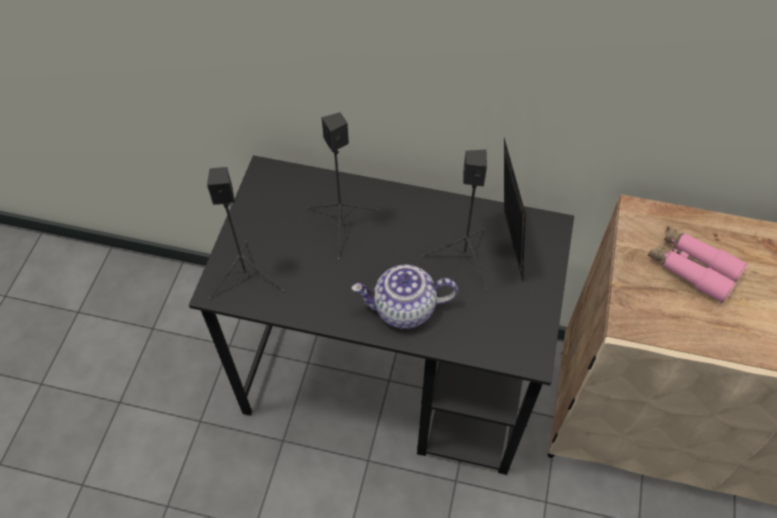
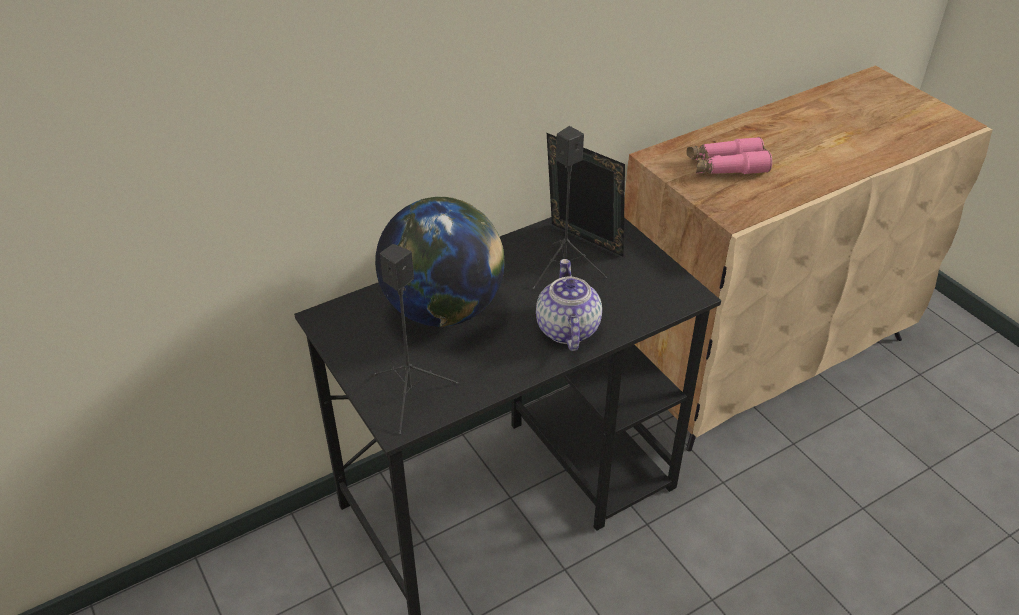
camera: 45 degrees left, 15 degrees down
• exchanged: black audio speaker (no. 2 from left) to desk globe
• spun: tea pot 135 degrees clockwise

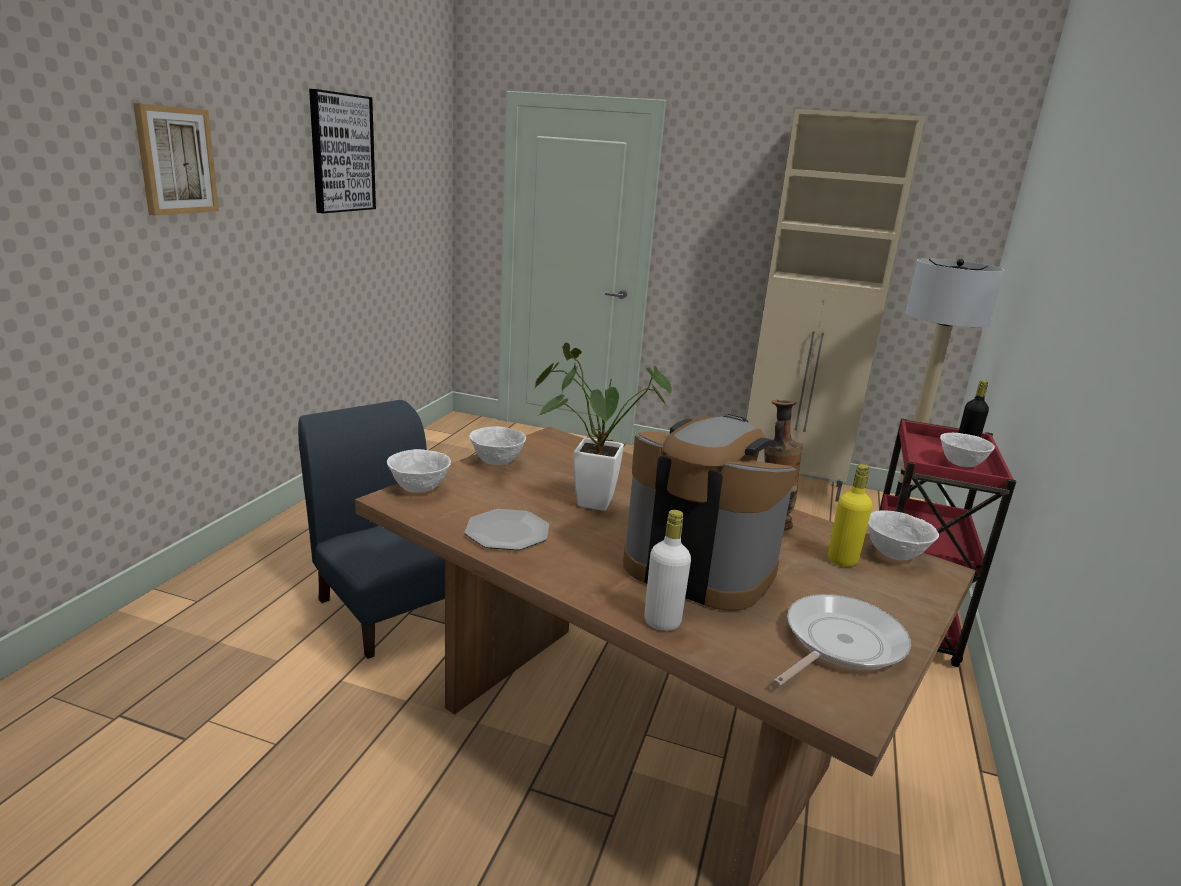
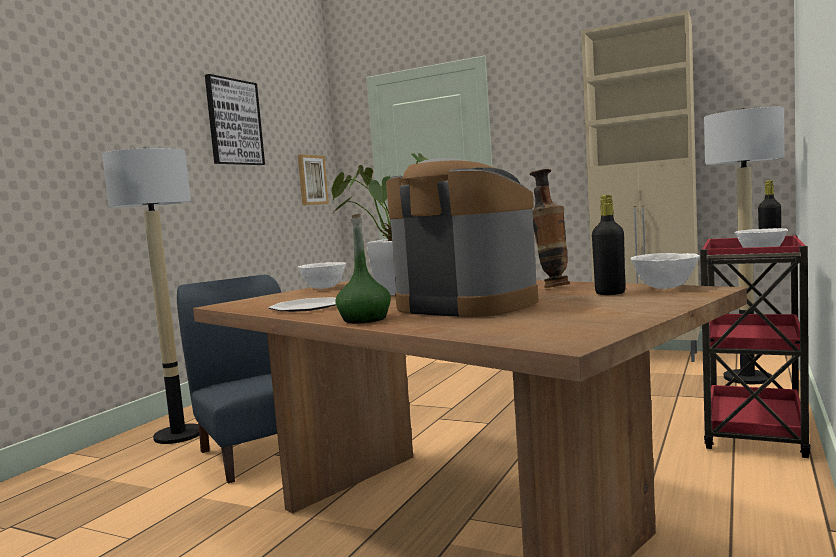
camera: 10 degrees right, 15 degrees down
• relocated: wall art (no. 1 from left in the first image) to wall art (no. 2 from left)
• missing: white bowl (no. 1 from left)
• colour: yellowish drink bottle to black drink bottle (no. 1 from left)
• missing: white drink bottle
• missing: pan
• appeared: standing lamp (no. 1 from left)
• appeared: green drink bottle

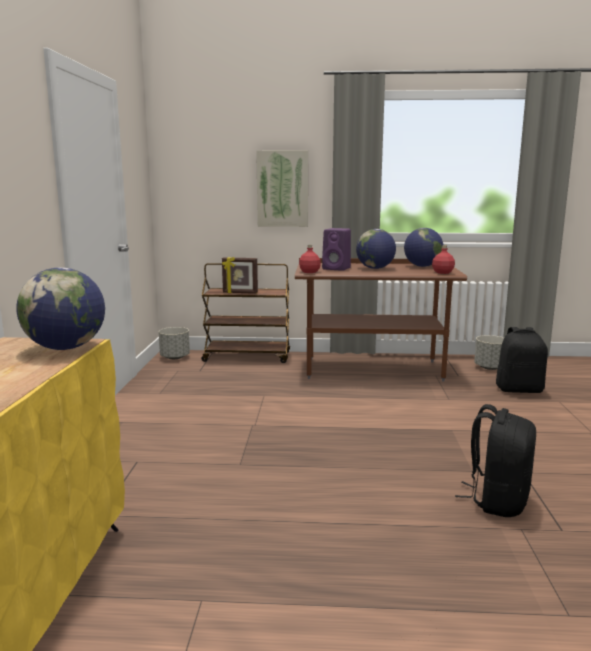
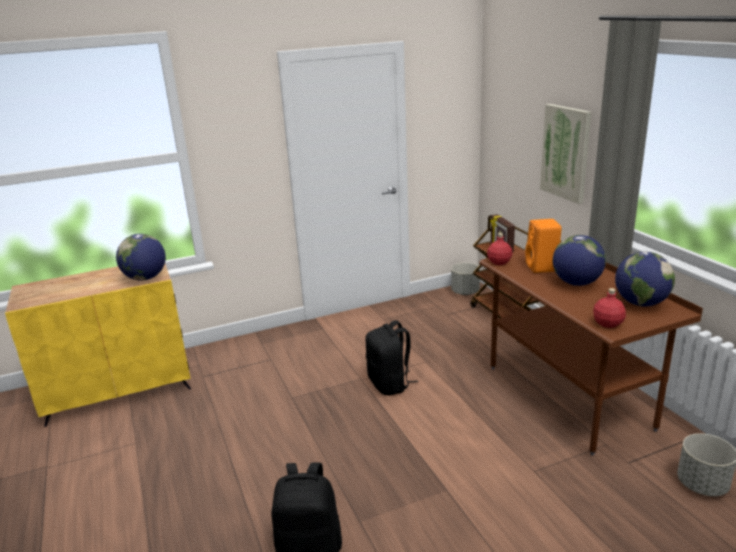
camera: 65 degrees right, 10 degrees up
• colour: purplish audio speaker to orange-coloured audio speaker
• relocated: black backpack (no. 2 from left)

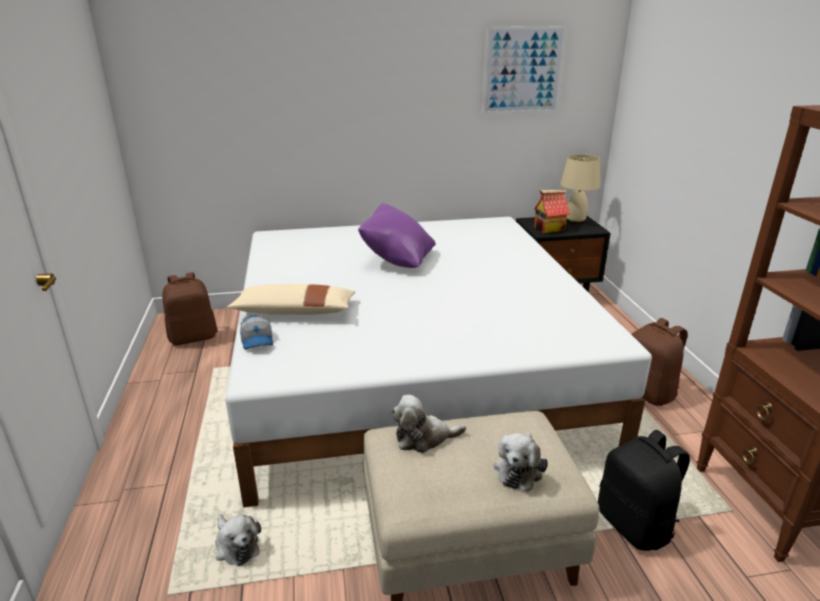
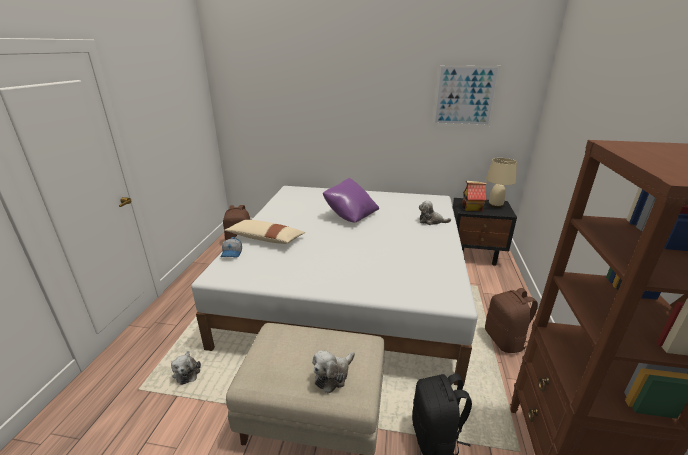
camera: 20 degrees right, 0 degrees up
• relocated: soft toy (no. 2 from left in the first image) to soft toy (no. 3 from left)

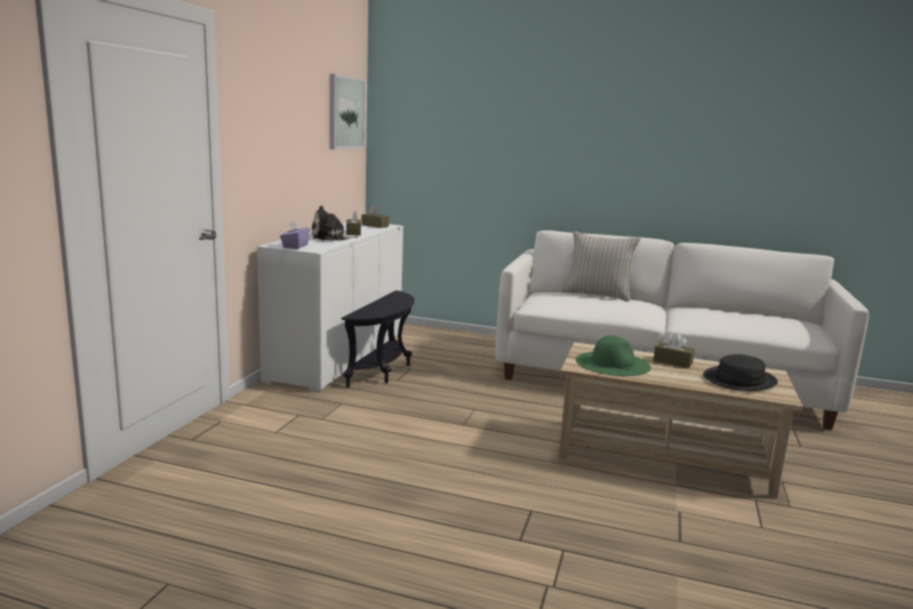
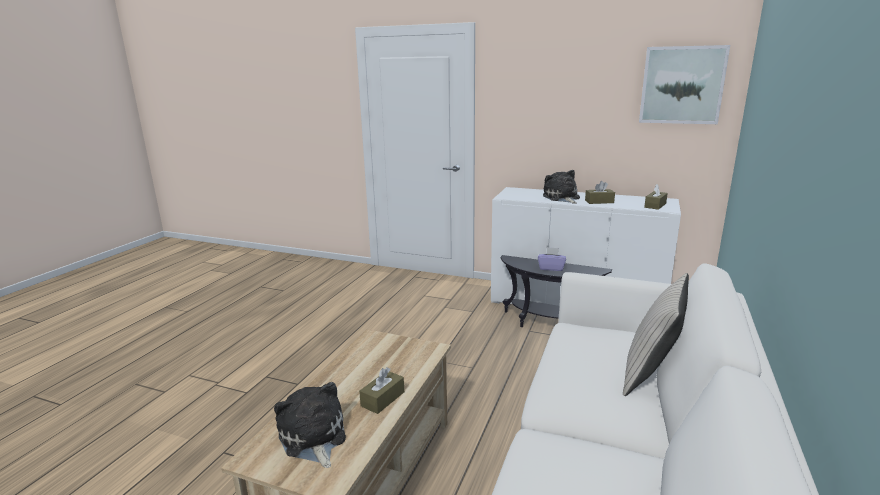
camera: 95 degrees right, 5 degrees up
• relocated: purplish box of tissues
• missing: green wearable hat
• exchanged: black wearable hat to soft toy (no. 1 from left)

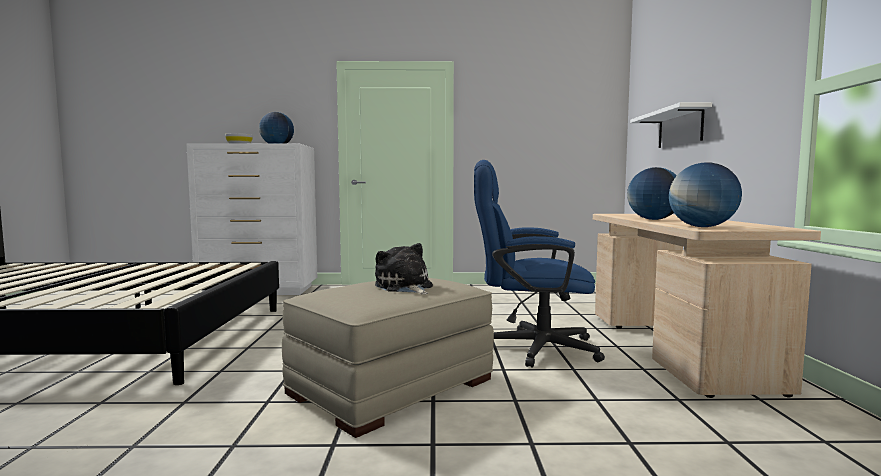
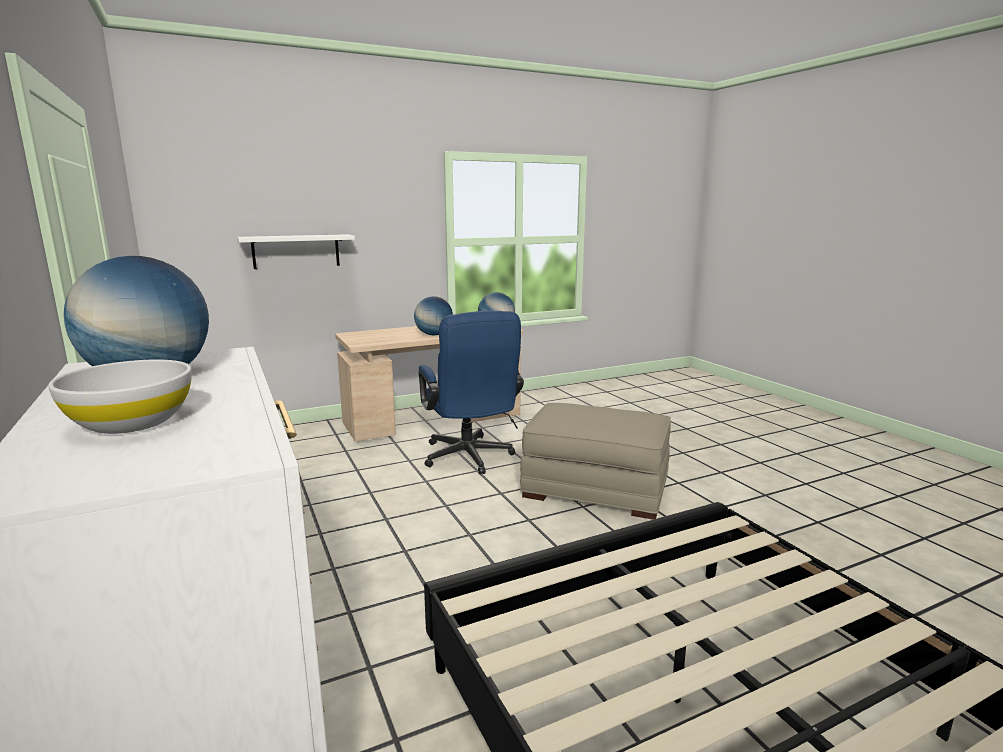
camera: 115 degrees left, 10 degrees up
• missing: soft toy

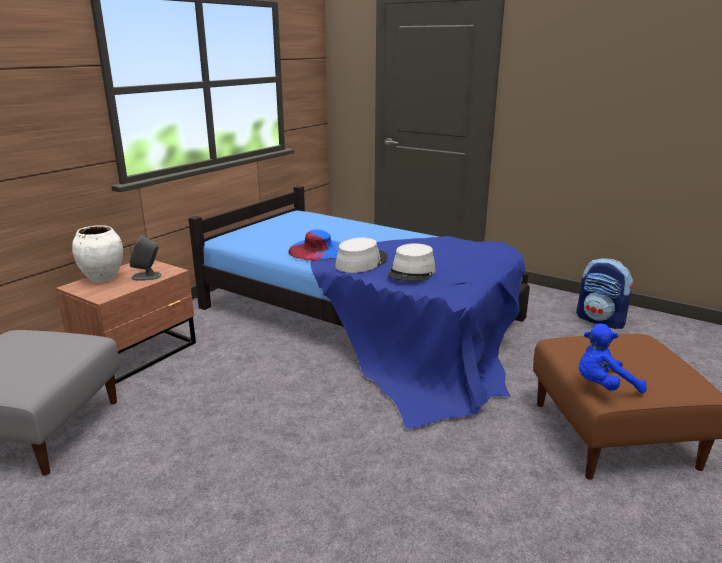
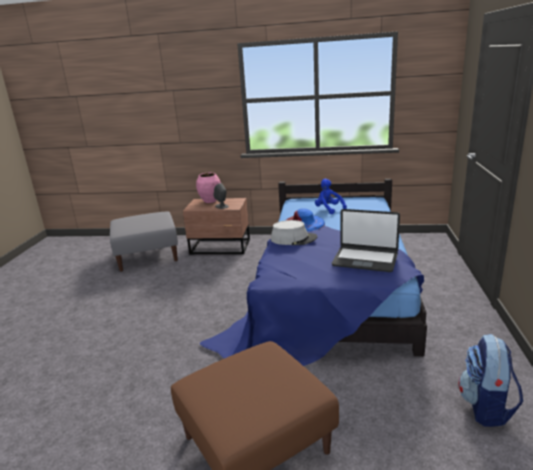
camera: 65 degrees right, 0 degrees up
• colour: white decorative vase to pink decorative vase
• missing: gray wearable hat (no. 2 from left)
• relocated: blue-coloured soft toy
• appeared: laptop

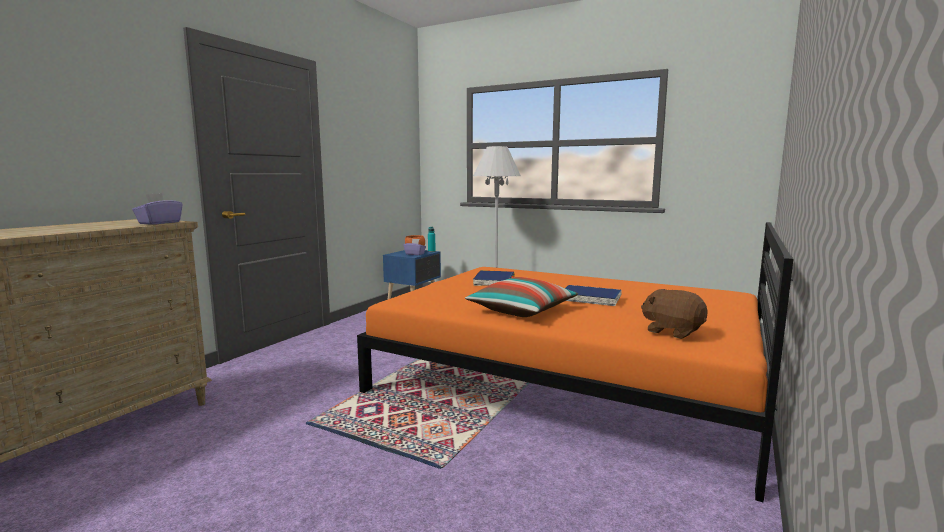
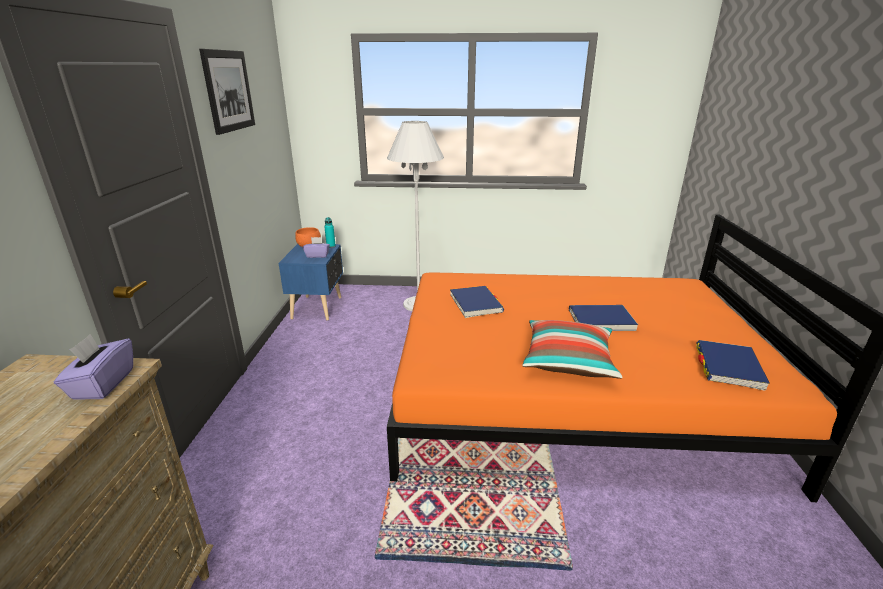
camera: 25 degrees left, 15 degrees up
• exchanged: brown-coloured soft toy to blue-coloured book (no. 3 from left)
• appeared: wall art

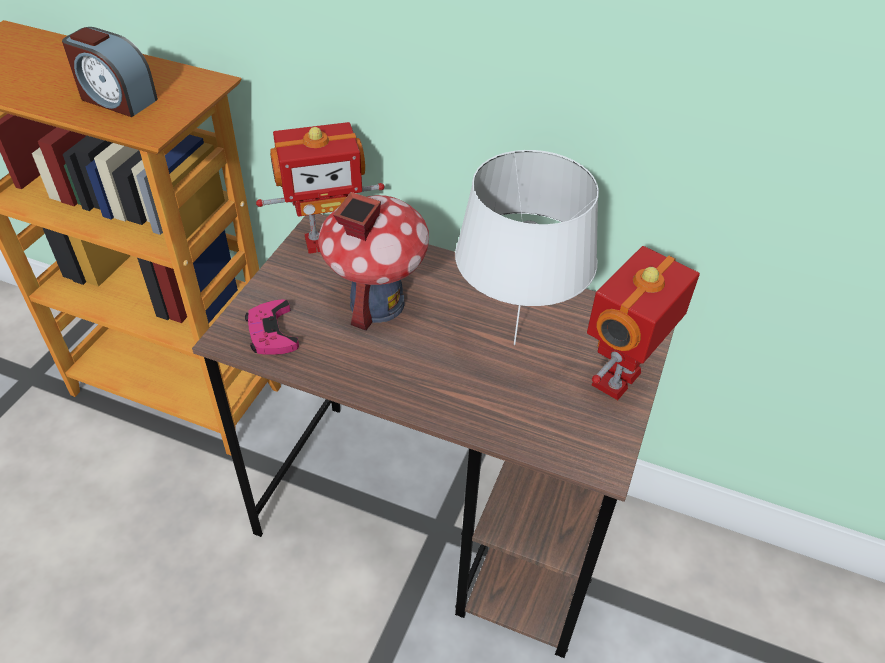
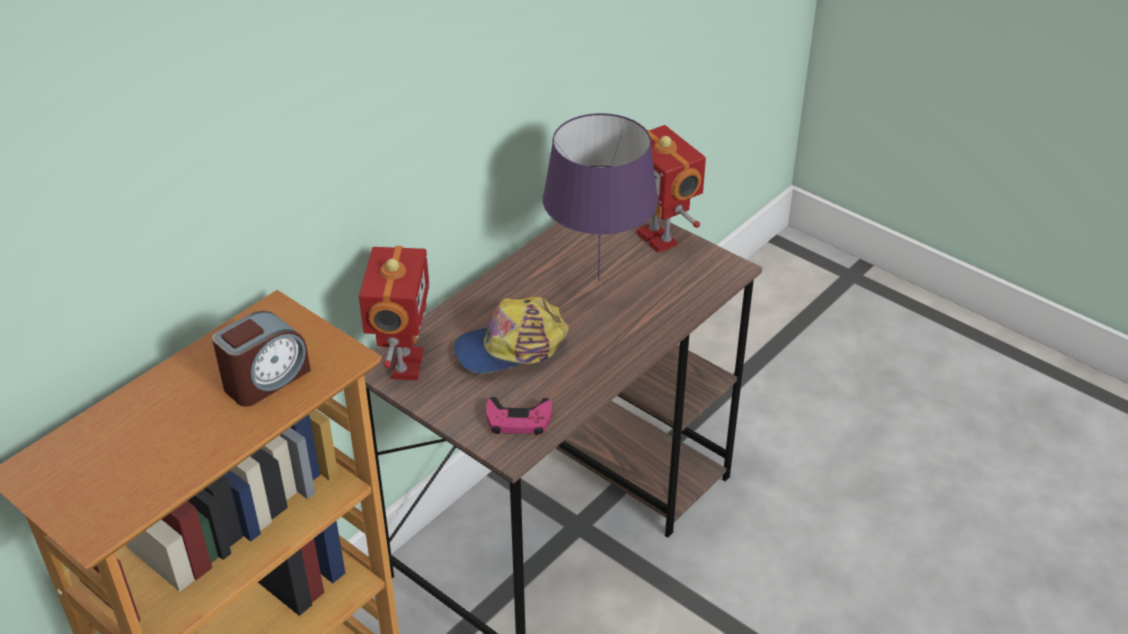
camera: 70 degrees left, 5 degrees down
• colour: white lamp for a table to purplish lamp for a table
• exchanged: miniature house to baseball cap

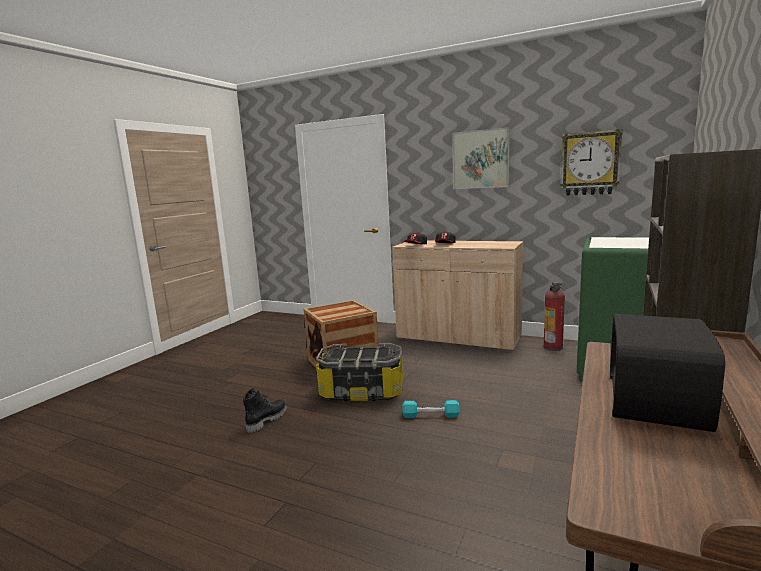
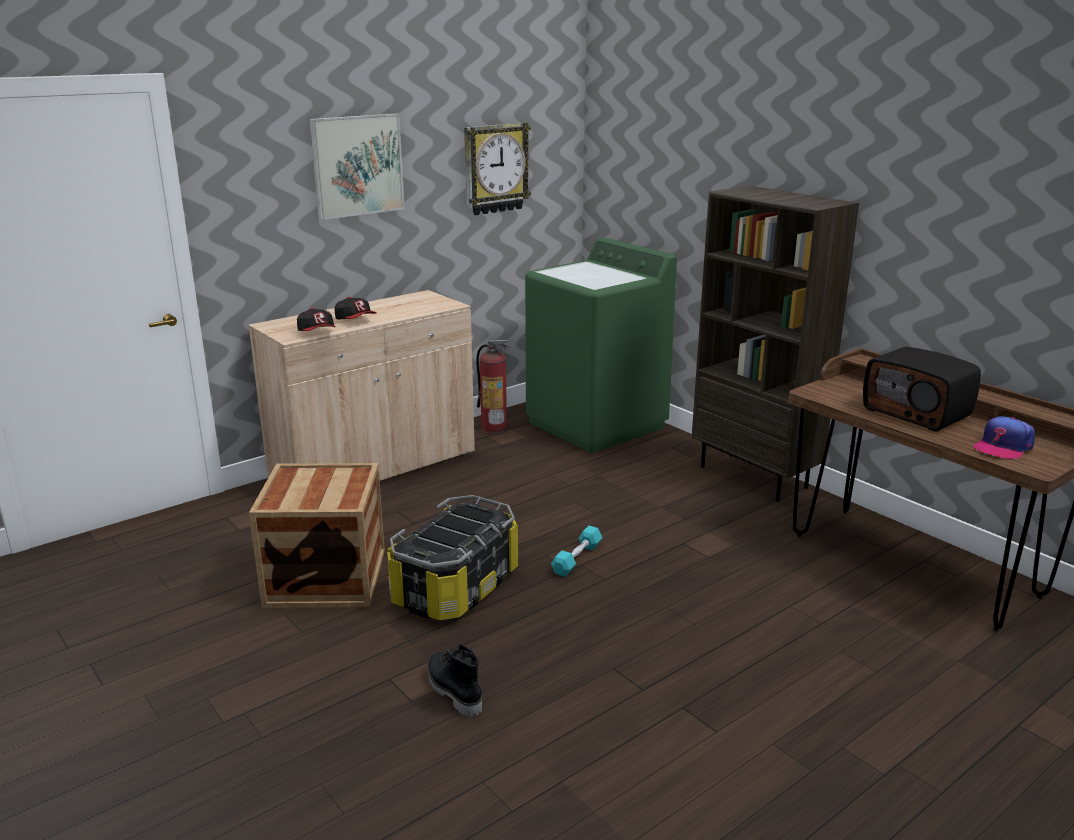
camera: 65 degrees left, 10 degrees up
• appeared: baseball cap (no. 3 from left)

